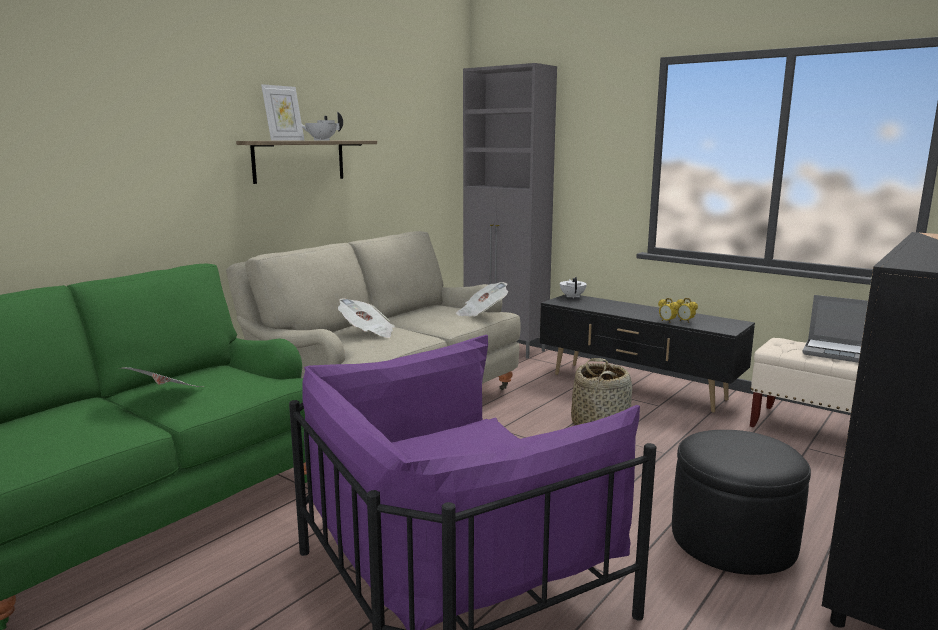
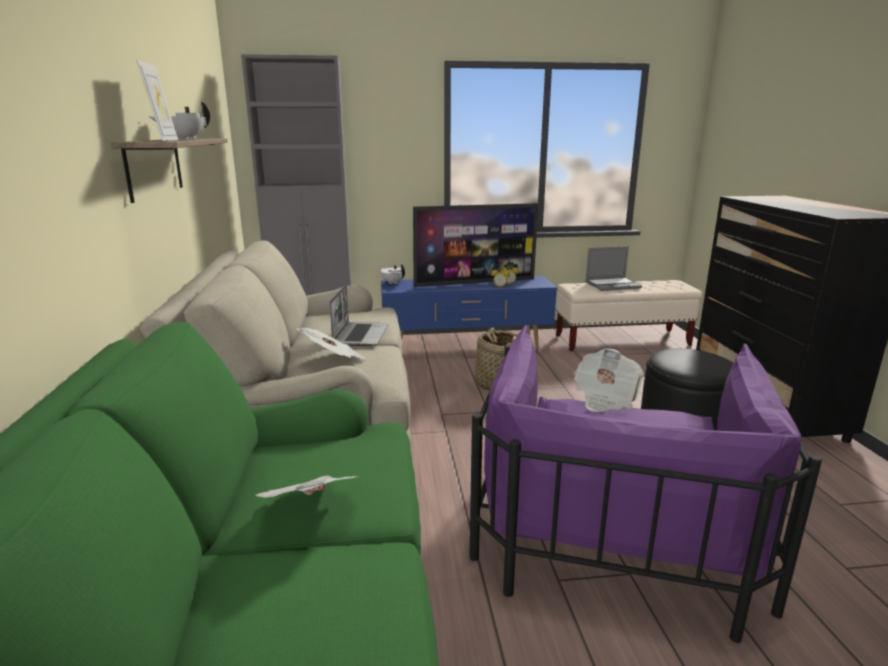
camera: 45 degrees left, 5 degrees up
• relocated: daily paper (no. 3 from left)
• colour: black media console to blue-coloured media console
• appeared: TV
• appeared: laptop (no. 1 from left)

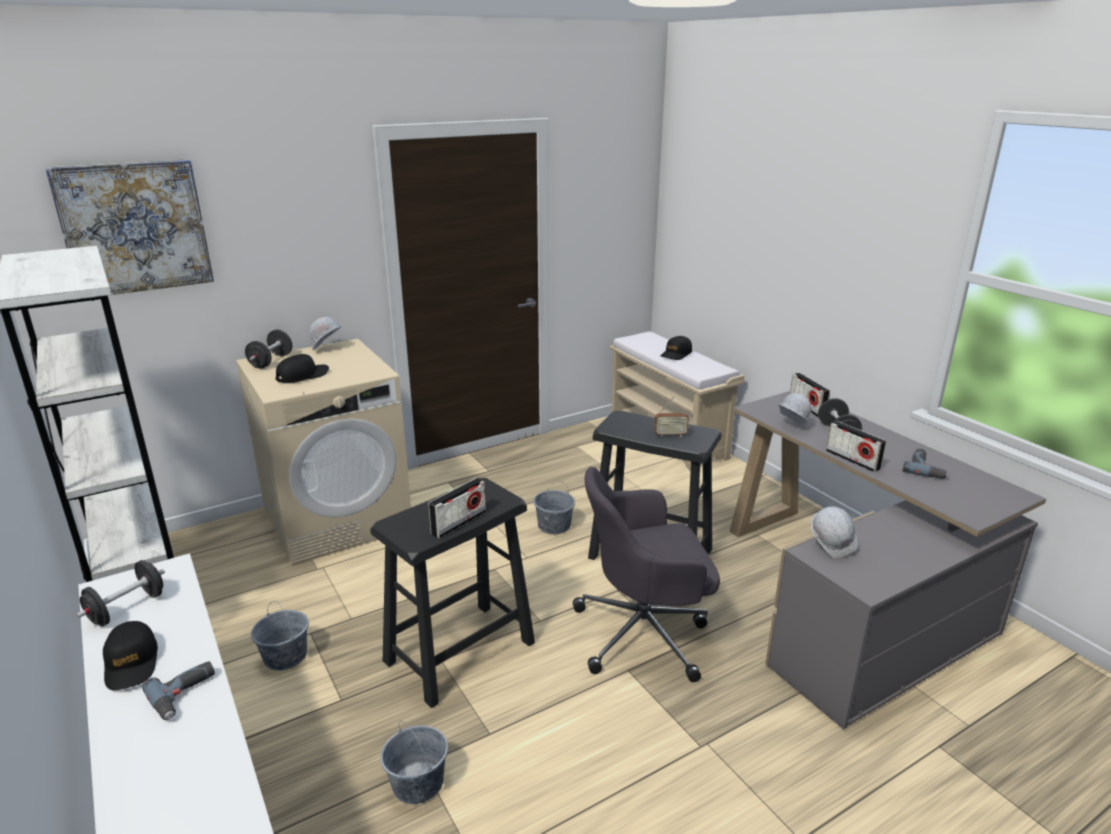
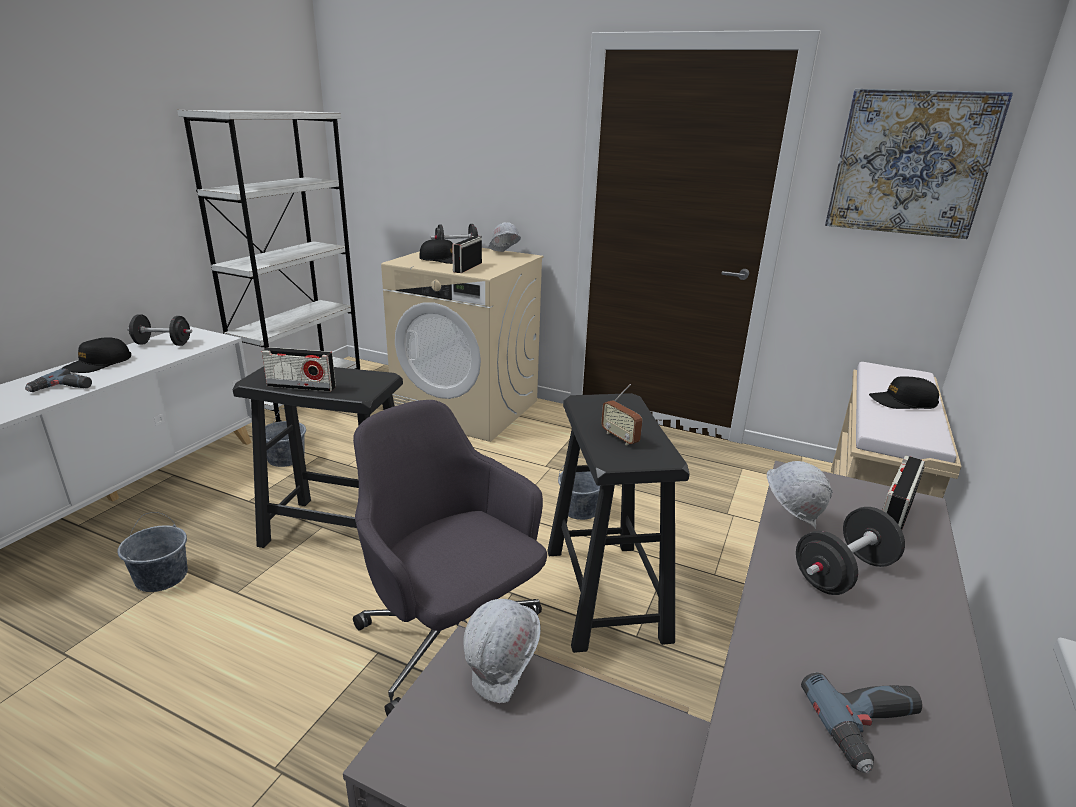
camera: 55 degrees right, 0 degrees up
• relocated: wall art
• relocated: radio receiver (no. 4 from left in the first image) to radio receiver (no. 2 from left)

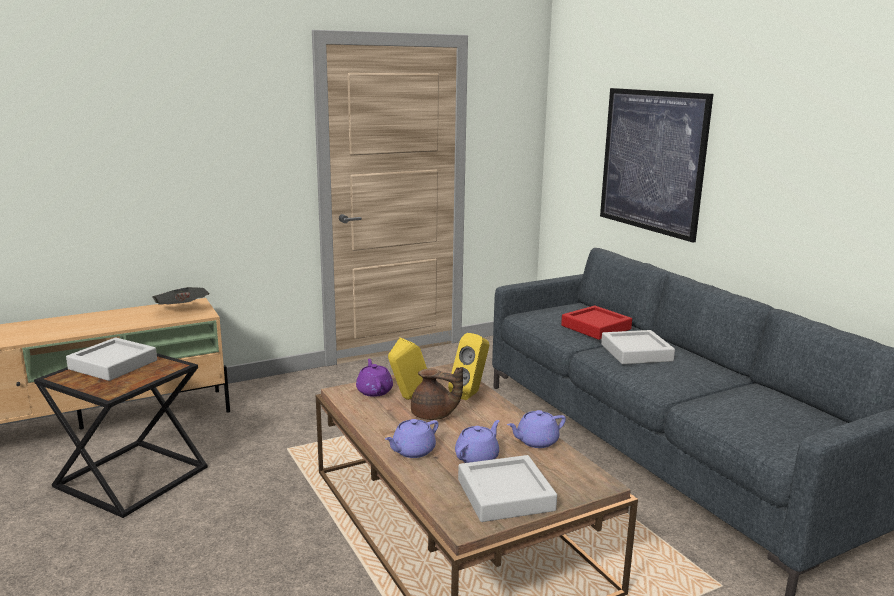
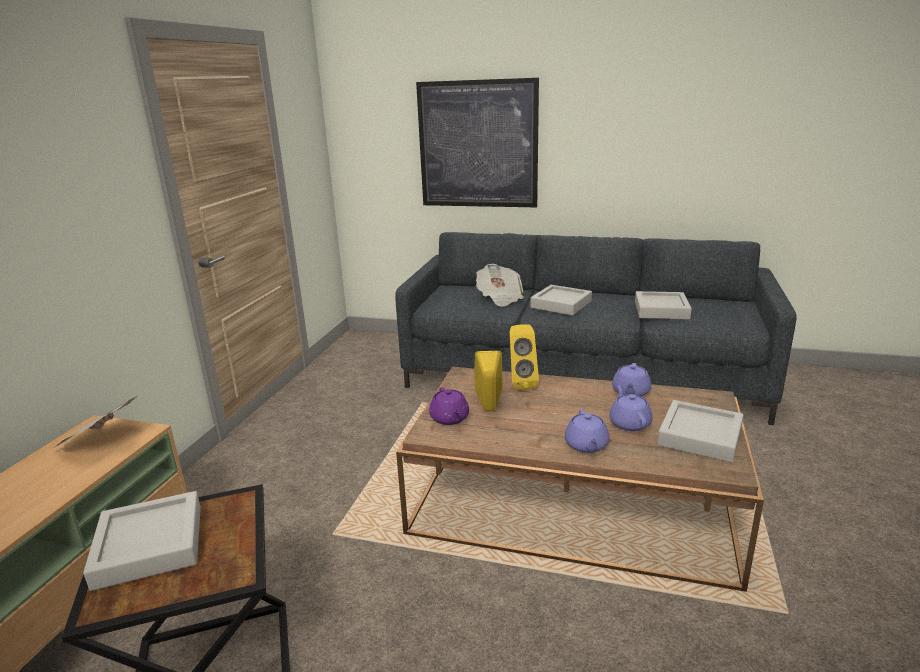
camera: 45 degrees left, 5 degrees up
• exchanged: red-coloured carrying tray to daily paper (no. 2 from left)
• spun: purplish tea pot (no. 1 from left) 135 degrees counterclockwise
• missing: brown-coloured tea pot
• appeared: gray carrying tray (no. 3 from left)

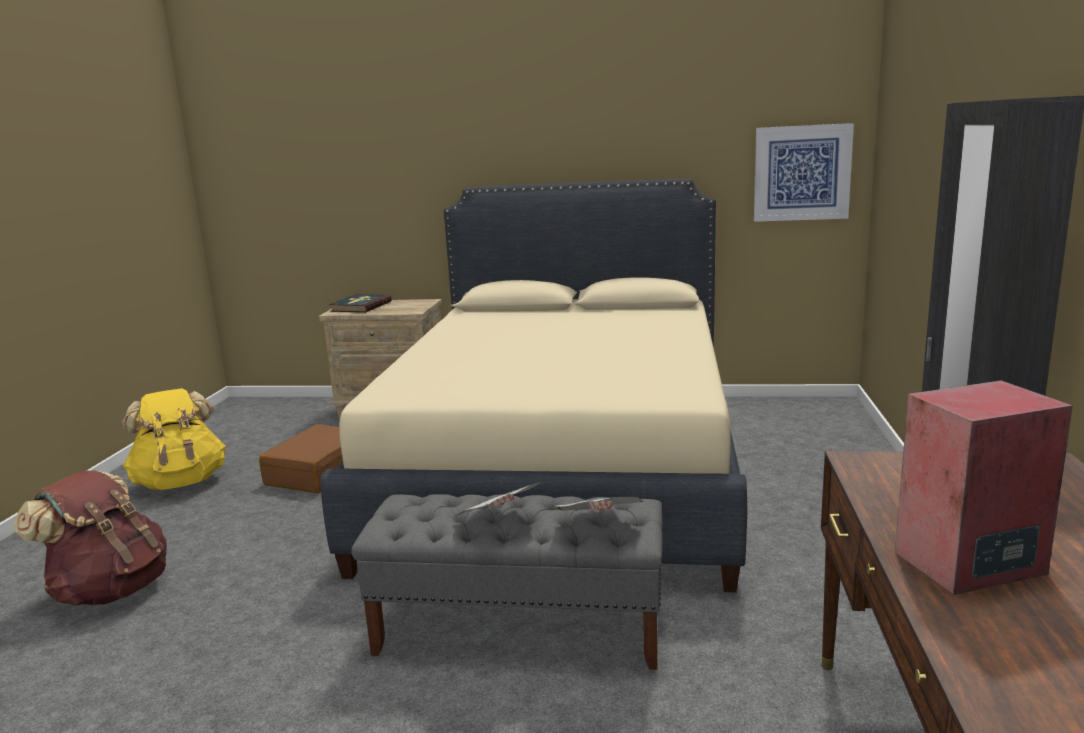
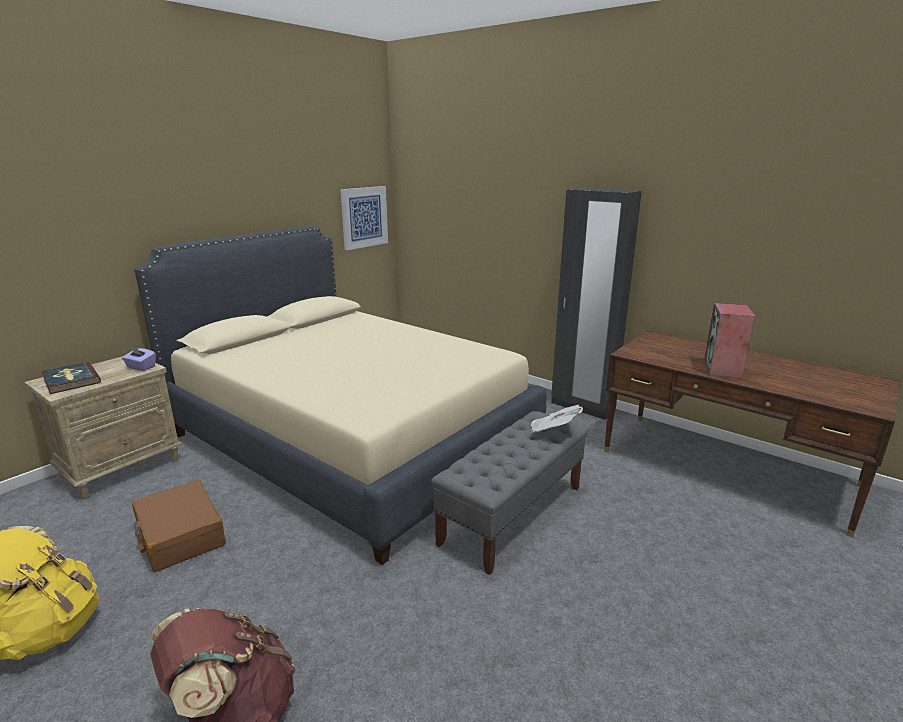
camera: 60 degrees left, 5 degrees up
• missing: daily paper (no. 1 from left)
• appeared: purplish box of tissues

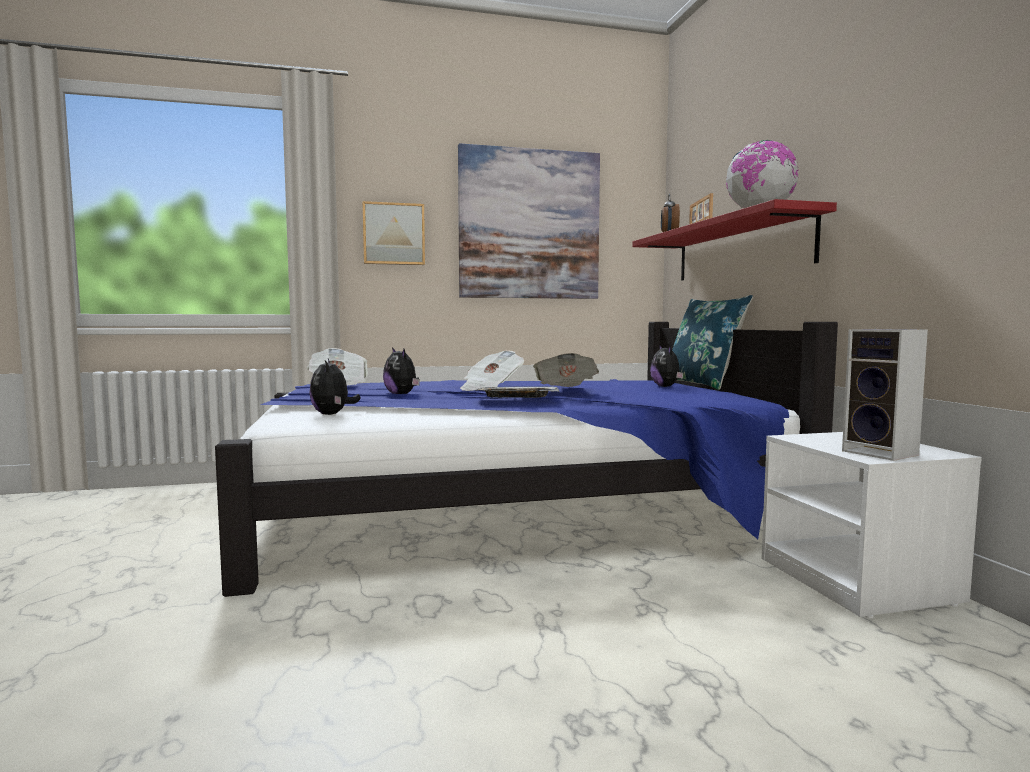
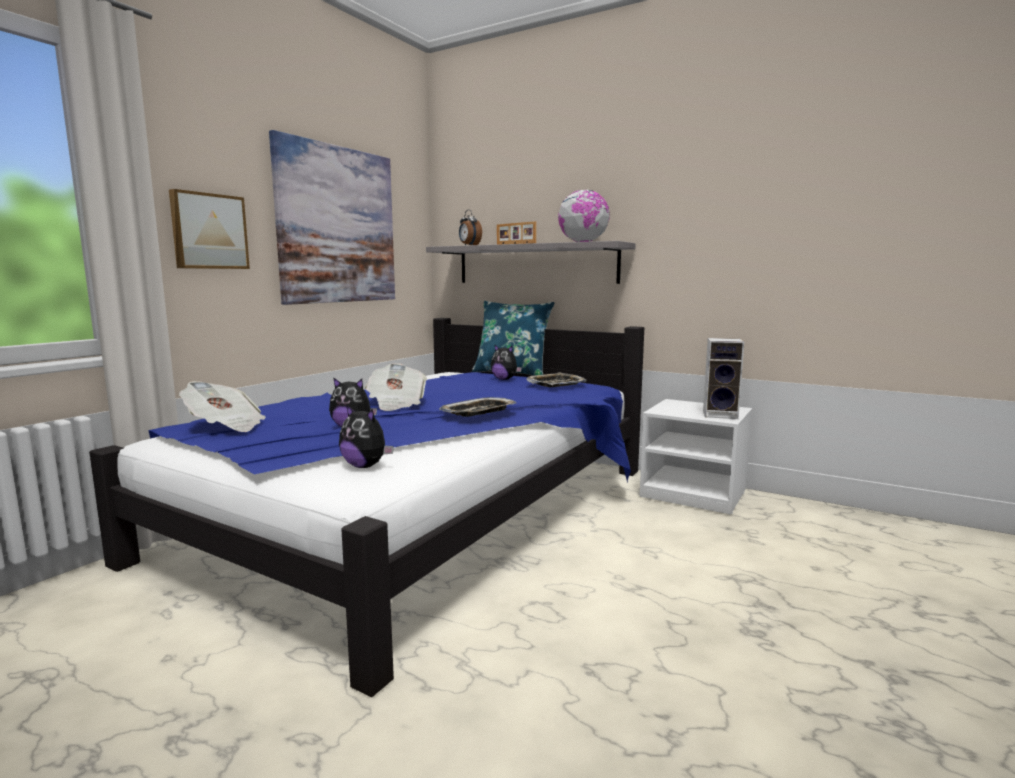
camera: 45 degrees left, 5 degrees up
• colour: red-coloured wall shelf to gray wall shelf
• missing: daily paper (no. 3 from left)
• appeared: carrying tray (no. 2 from left)

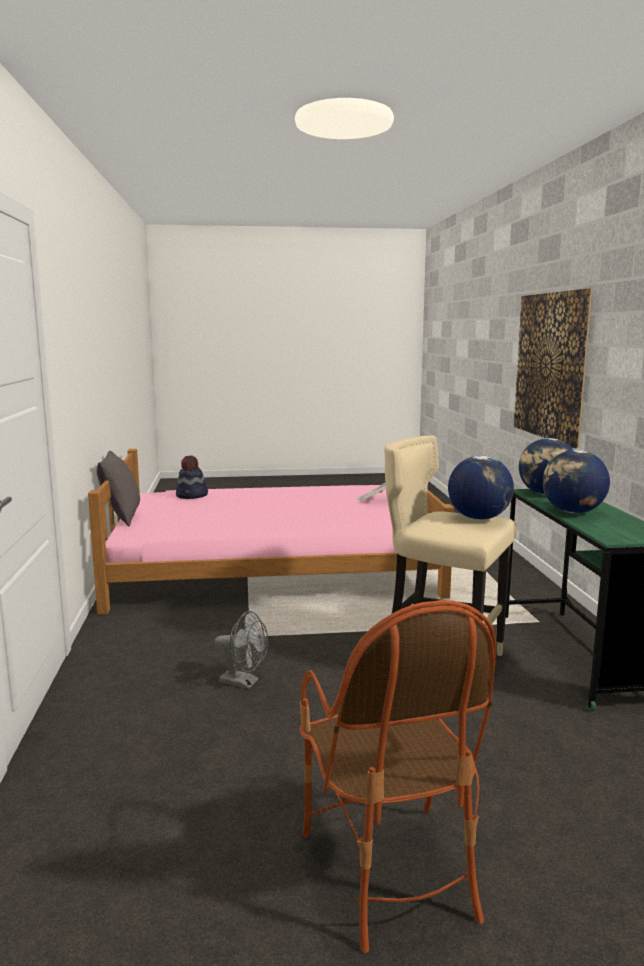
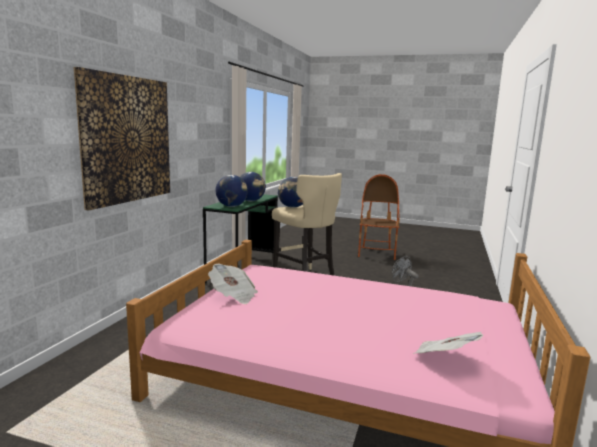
camera: 155 degrees left, 0 degrees up
• missing: gray pillow
• exchanged: wearable hat to daily paper (no. 2 from left)

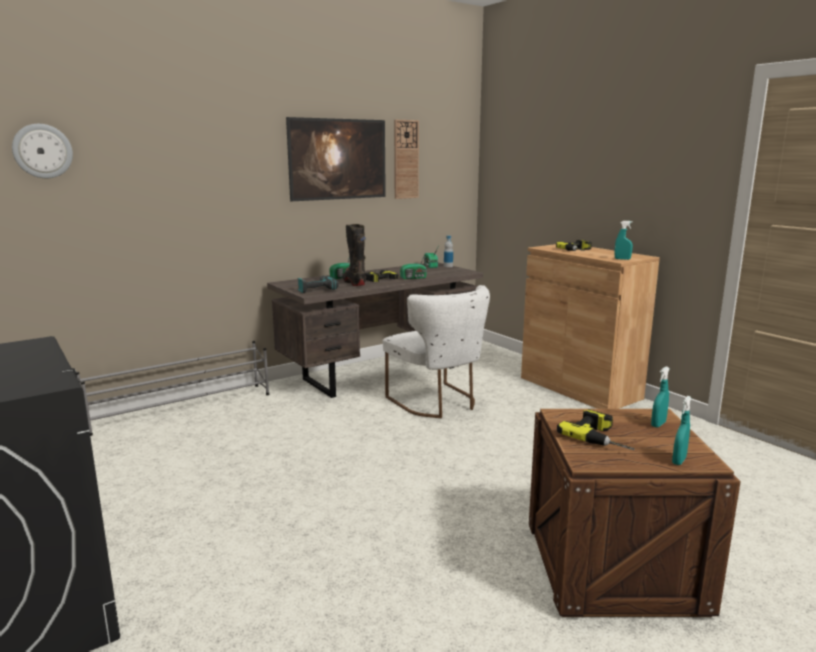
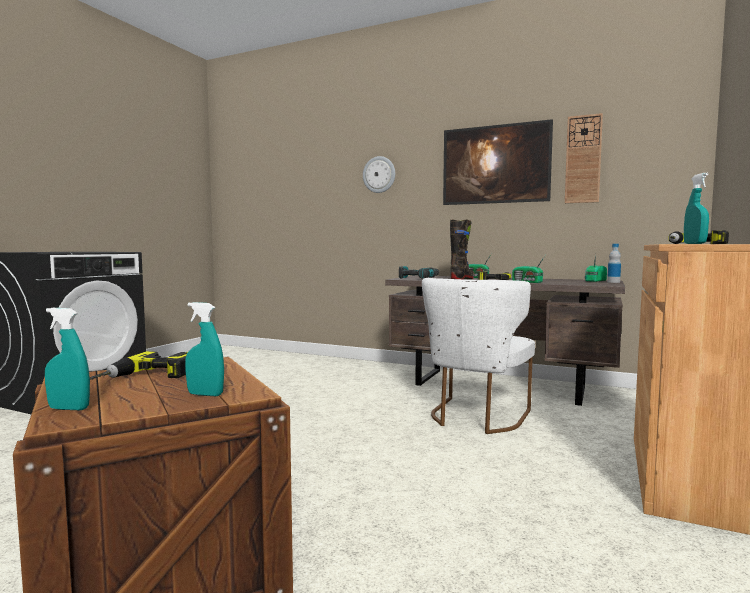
camera: 60 degrees right, 10 degrees down
• relocated: wall clock (no. 1 from left)
• missing: gray shoe rack

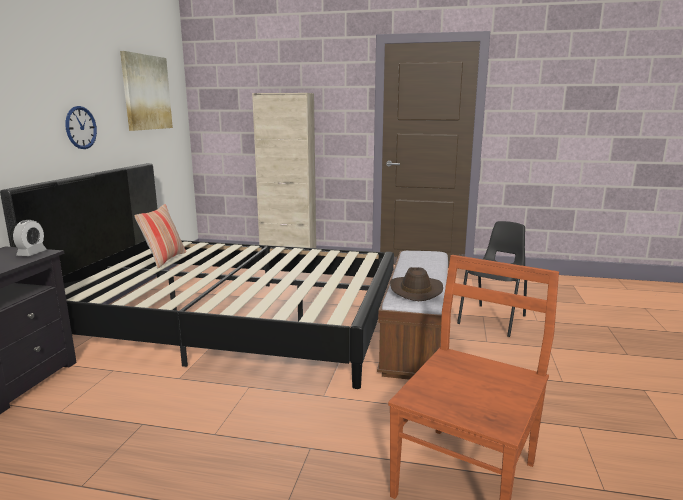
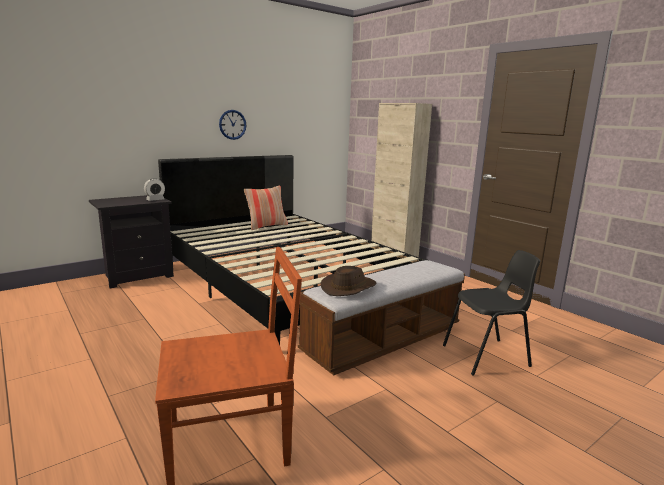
camera: 40 degrees right, 0 degrees up
• missing: wall art

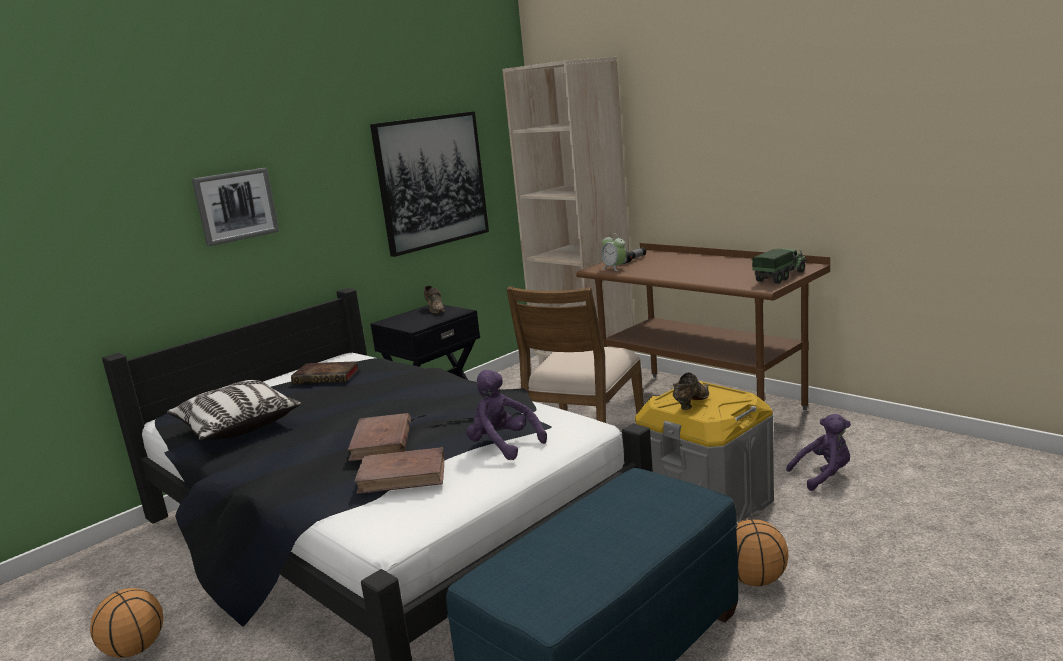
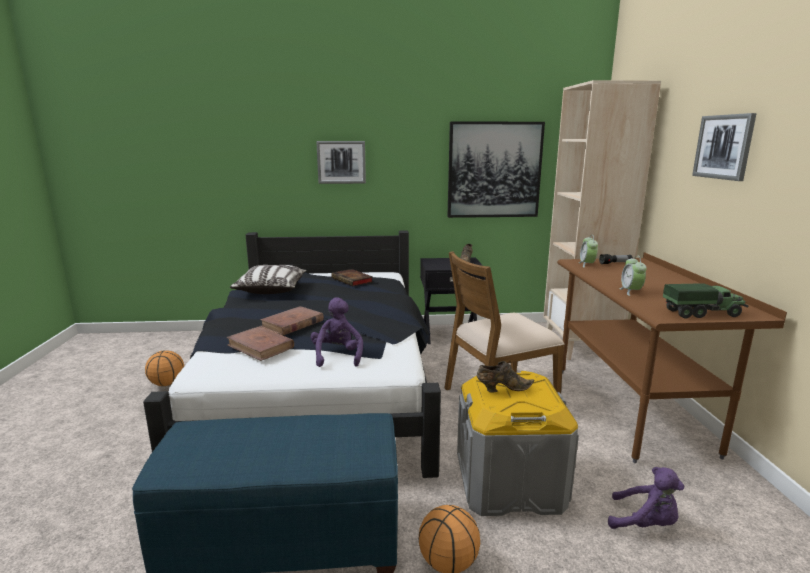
camera: 40 degrees right, 0 degrees up
• appeared: wall art (no. 3 from left)
• appeared: bedside clock (no. 2 from left)

